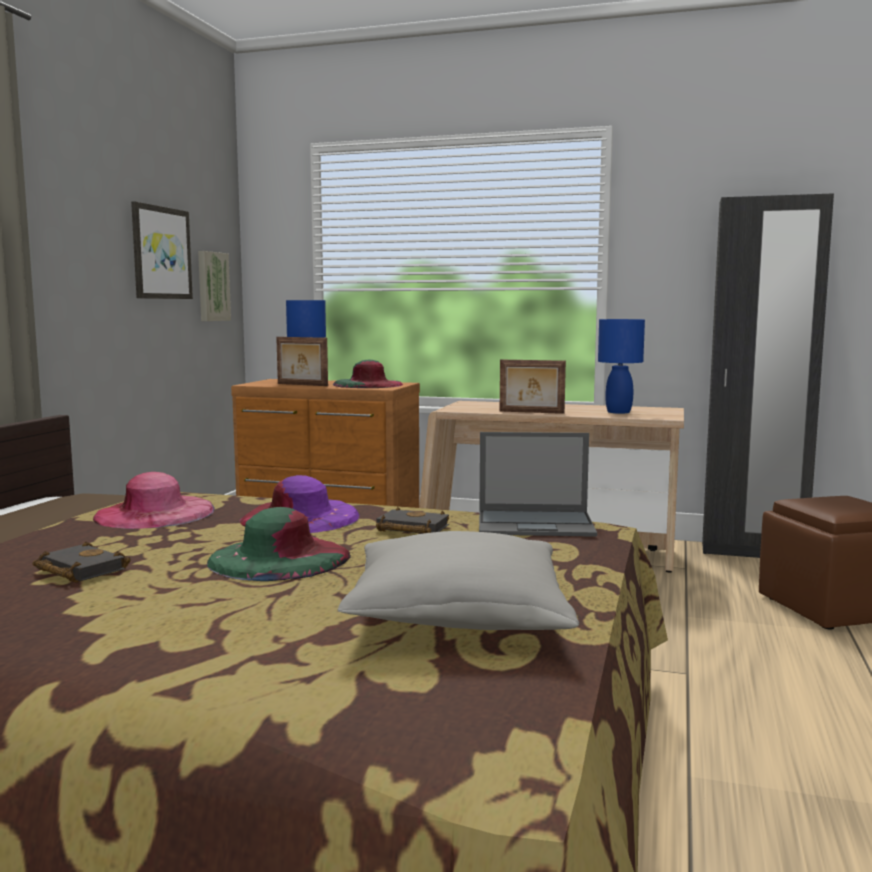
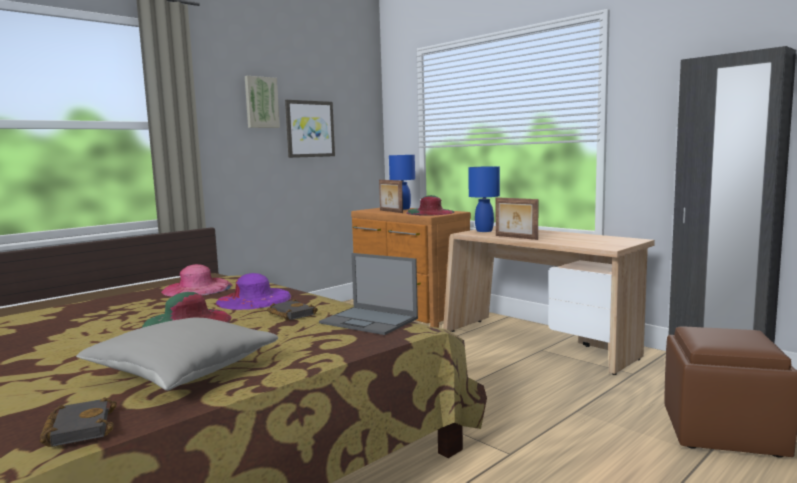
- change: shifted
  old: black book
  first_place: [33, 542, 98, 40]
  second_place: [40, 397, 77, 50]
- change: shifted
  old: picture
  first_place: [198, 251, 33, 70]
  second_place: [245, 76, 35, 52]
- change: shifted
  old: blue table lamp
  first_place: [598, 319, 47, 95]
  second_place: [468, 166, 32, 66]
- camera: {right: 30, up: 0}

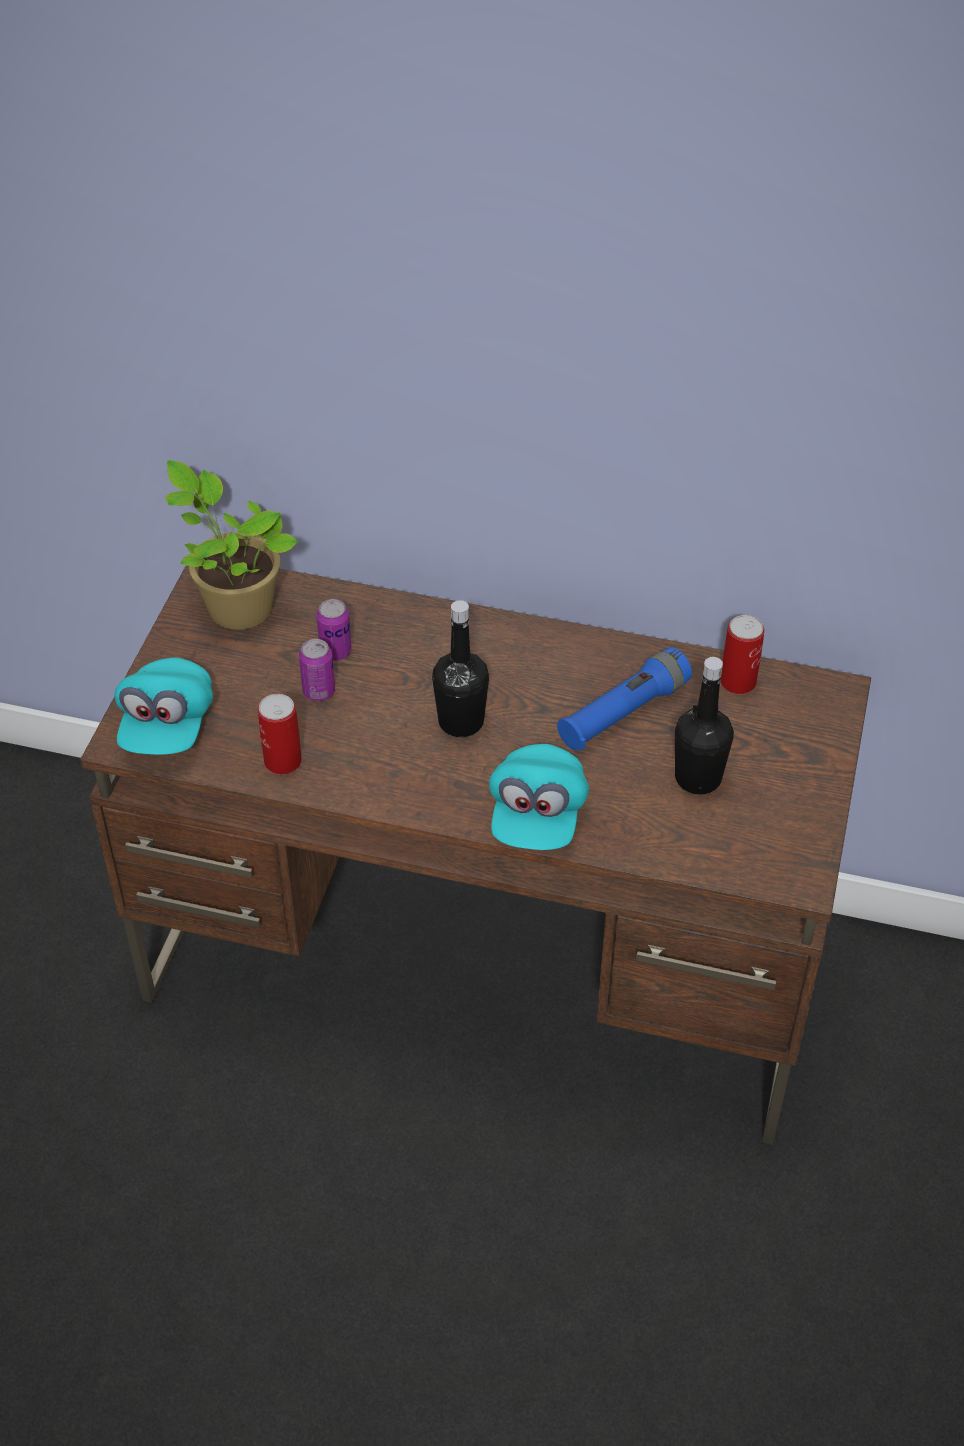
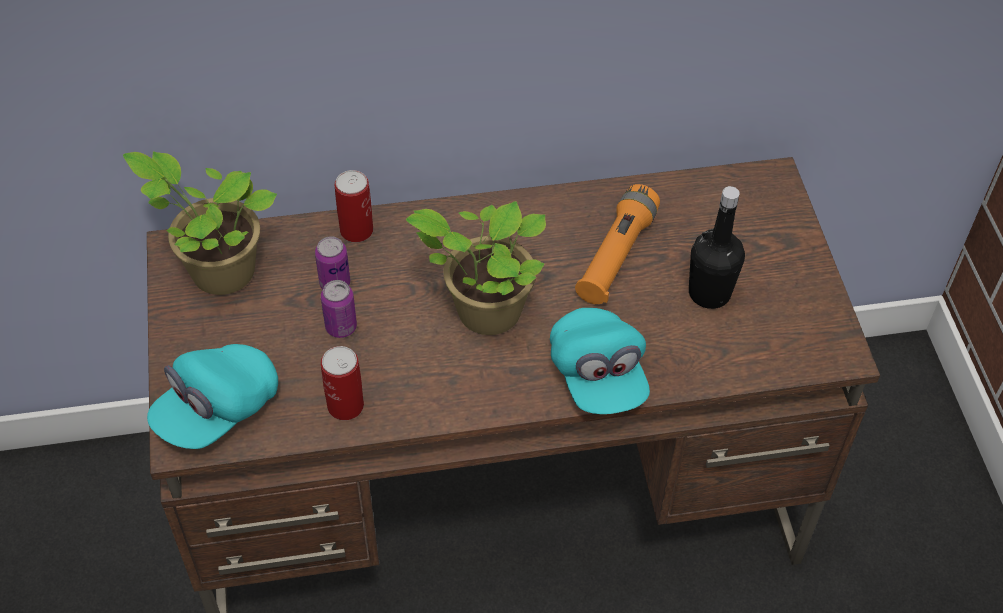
- change: rotated
  old: turquoise cap
  first_place: [114, 658, 99, 97]
  second_place: [147, 344, 131, 105]
  degrees: 60
- change: swapped
  old: black bottle
  new: potted plant
  first_place: [432, 600, 57, 137]
  second_place: [406, 201, 140, 134]
- change: repainted
  old: blue flashlight
  new: orange flashlight
  first_place: [557, 647, 135, 103]
  second_place: [575, 184, 85, 120]
- change: shifted
  old: can
  first_place: [721, 615, 43, 79]
  second_place: [335, 170, 38, 72]
- camera: {right: -25, up: 5}

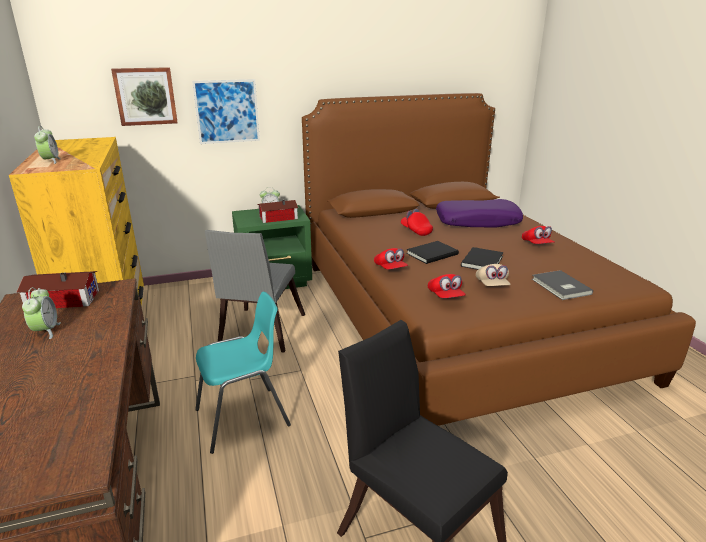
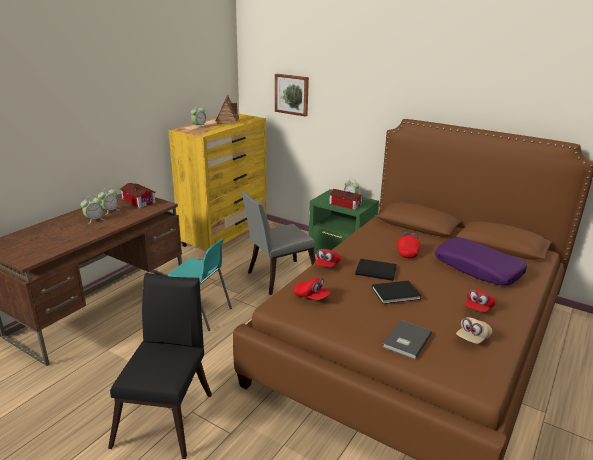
- change: gone
  old: picture
  first_place: [192, 79, 68, 65]
- change: rotated
  old: red cap
  first_place: [428, 274, 38, 24]
  second_place: [294, 278, 37, 22]
  degrees: -90
- change: shifted
  old: beige cap
  first_place: [476, 264, 35, 22]
  second_place: [456, 317, 36, 27]
- change: new
  new: alarm clock
  second_place: [81, 196, 24, 28]
- change: new
  new: toy house
  second_place: [215, 94, 25, 30]
- camera: {right: 50, up: 0}

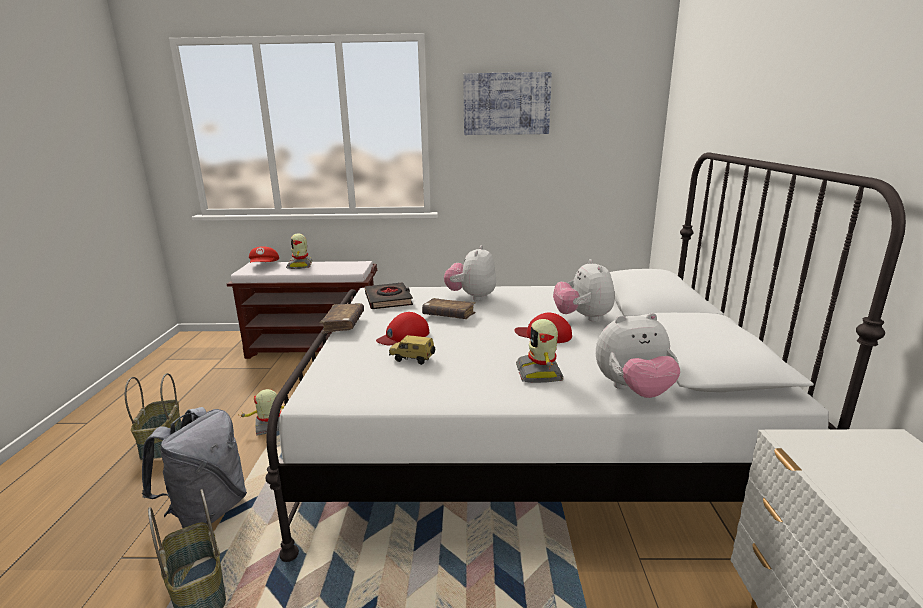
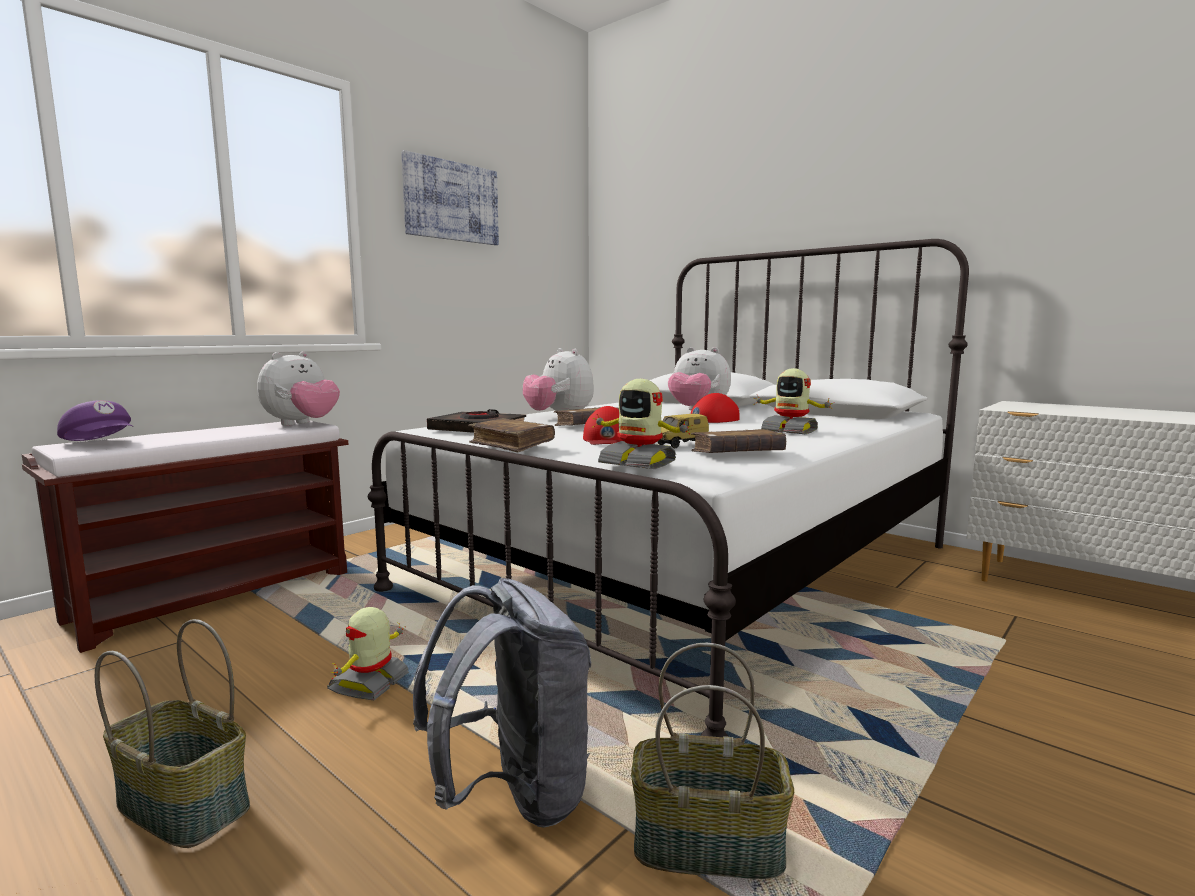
- change: repainted
  old: red cap
  new: purple cap
  first_place: [249, 246, 30, 17]
  second_place: [57, 400, 76, 41]
- change: shifted
  old: toy robot
  first_place: [286, 233, 27, 36]
  second_place: [592, 379, 101, 90]
- change: shifted
  old: plush toy
  first_place: [596, 313, 84, 85]
  second_place: [257, 352, 83, 74]
- change: new
  new: brown book
  second_place: [691, 429, 95, 24]
- camera: {right: -50, up: -10}

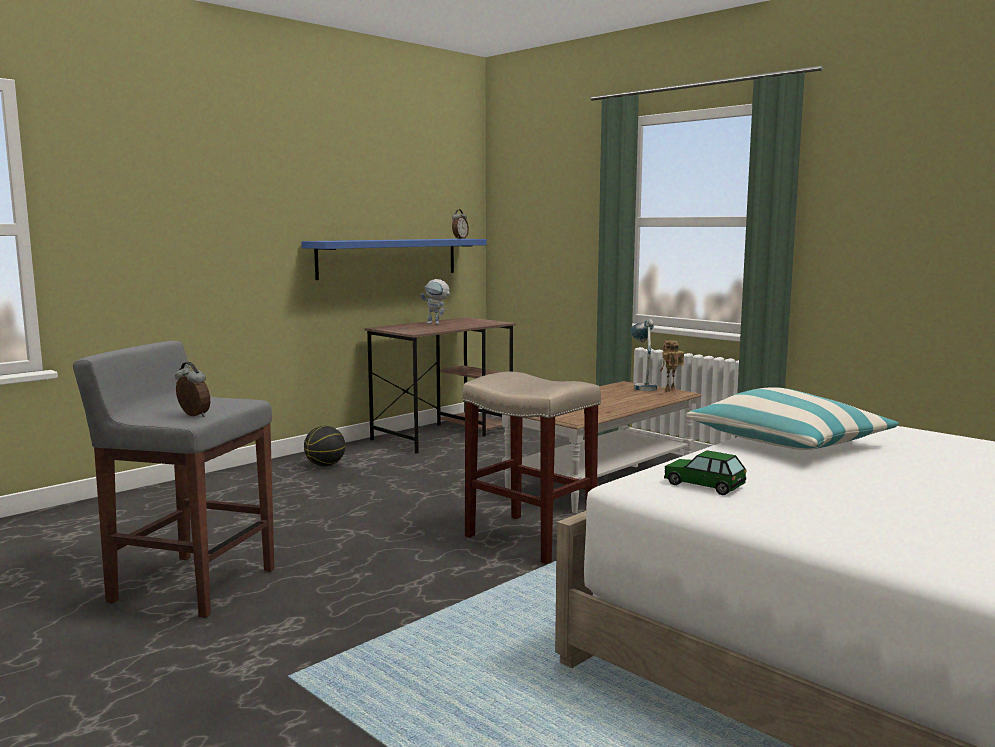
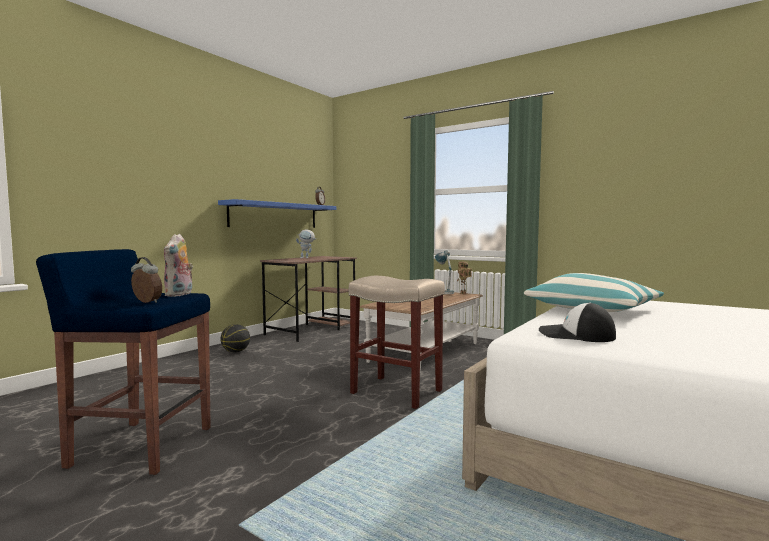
- change: repainted
  old: grey stool
  new: blue stool
  first_place: [73, 341, 201, 277]
  second_place: [36, 249, 175, 226]
- change: swapped
  old: toy car
  new: cap
  first_place: [664, 450, 83, 45]
  second_place: [539, 302, 77, 40]
- change: new
  new: plush toy
  second_place: [164, 234, 29, 63]
- camera: {right: -10, up: -5}

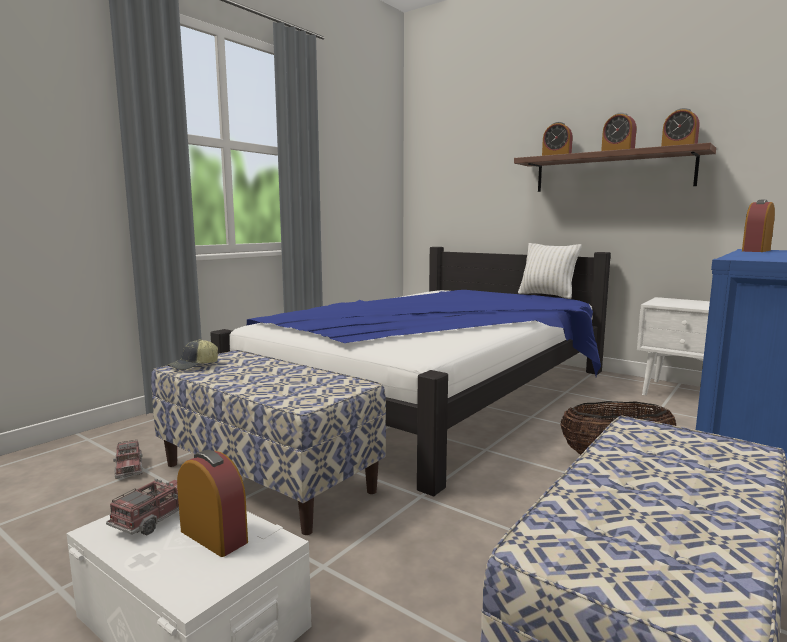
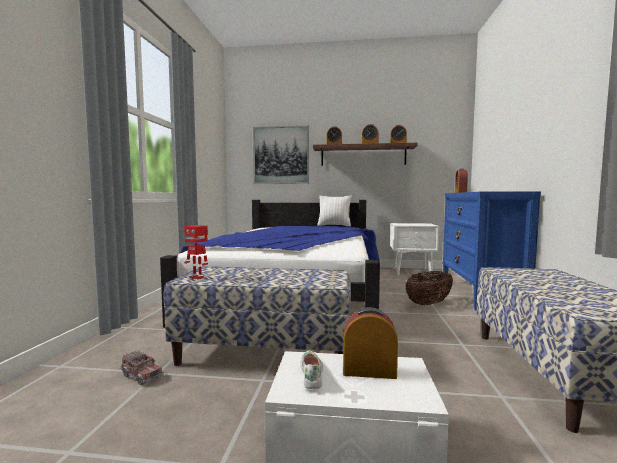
- change: swapped
  old: toy truck
  new: white shoe
  first_place: [106, 478, 73, 57]
  second_place: [300, 350, 23, 39]
- change: swapped
  old: cap
  new: toy robot
  first_place: [167, 339, 51, 31]
  second_place: [184, 225, 24, 54]
- change: new
  new: picture
  second_place: [253, 126, 56, 58]
- camera: {right: -30, up: -5}

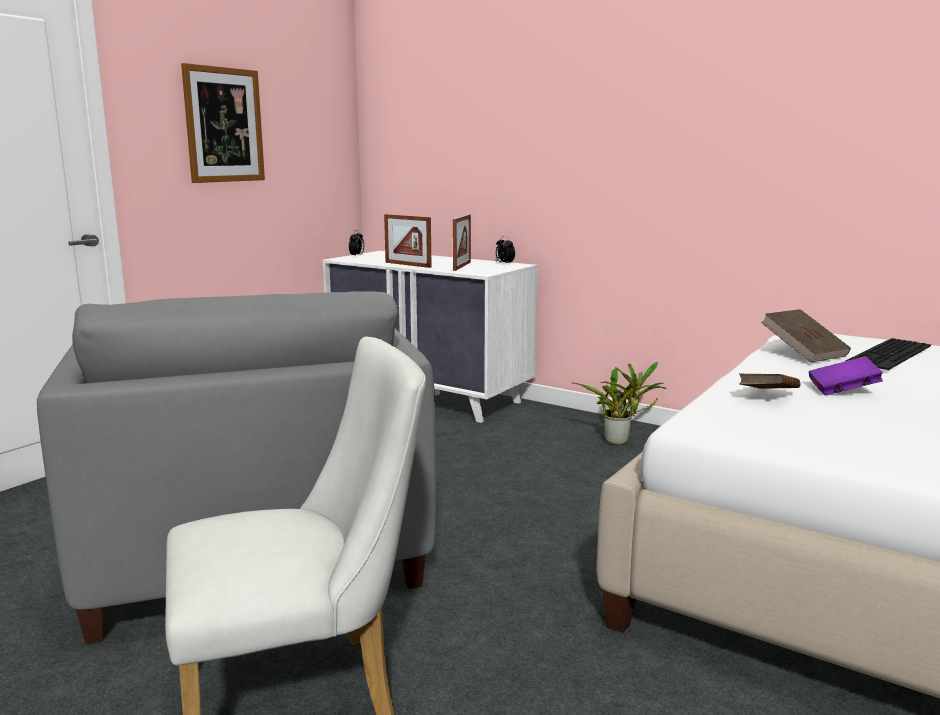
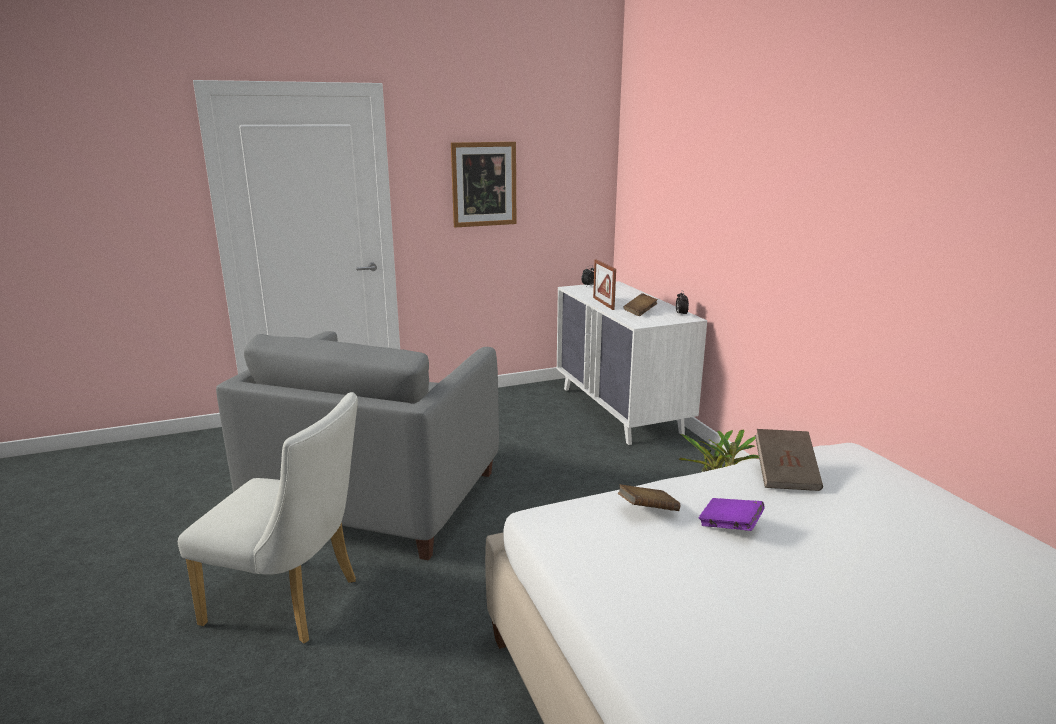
- change: swapped
  old: picture frame
  new: brown book
  first_place: [453, 214, 18, 57]
  second_place: [623, 293, 35, 23]
- change: gone
  old: keyboard
  first_place: [845, 338, 86, 32]
- camera: {right: 35, up: 5}

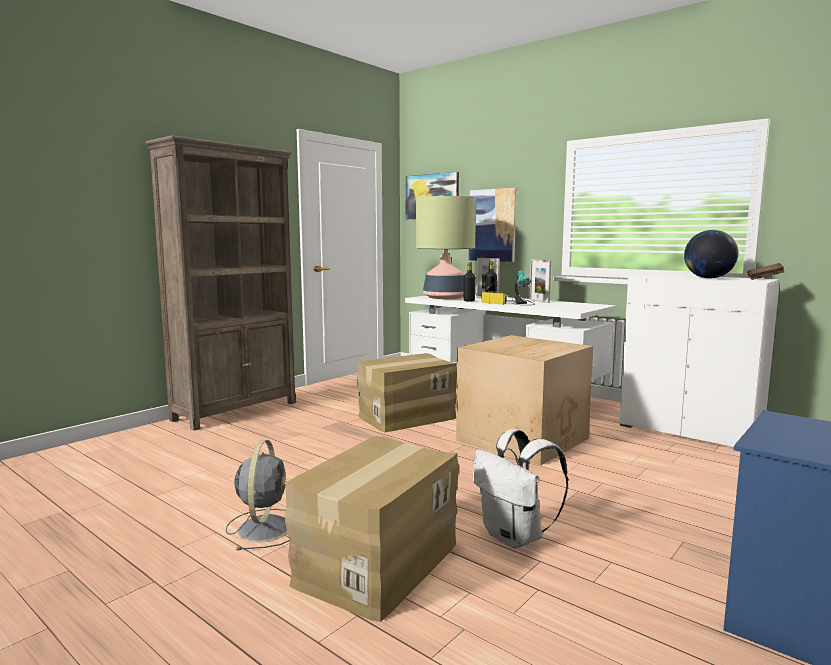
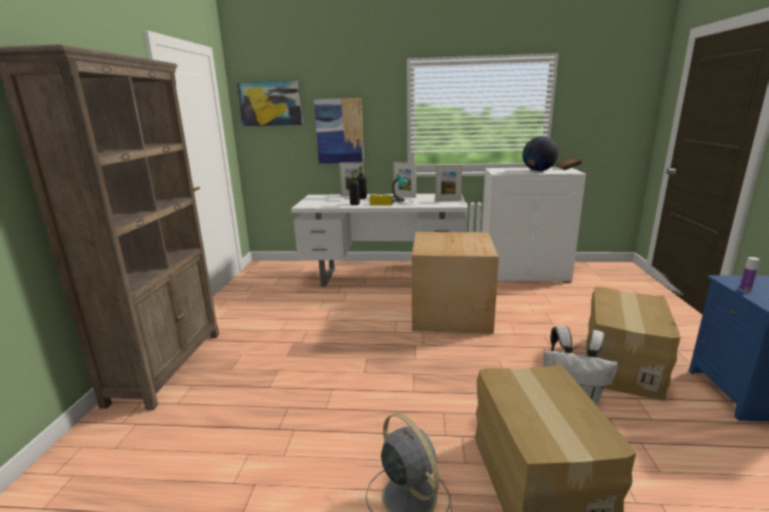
- change: shifted
  old: cardboard box
  first_place: [357, 353, 100, 79]
  second_place: [586, 287, 95, 114]
- change: gone
  old: table lamp
  first_place: [416, 196, 60, 103]
- change: new
  new: picture frame
  second_place: [435, 165, 27, 37]
- change: new
  new: bottle
  second_place: [739, 257, 21, 35]
- camera: {right: -35, up: 10}

